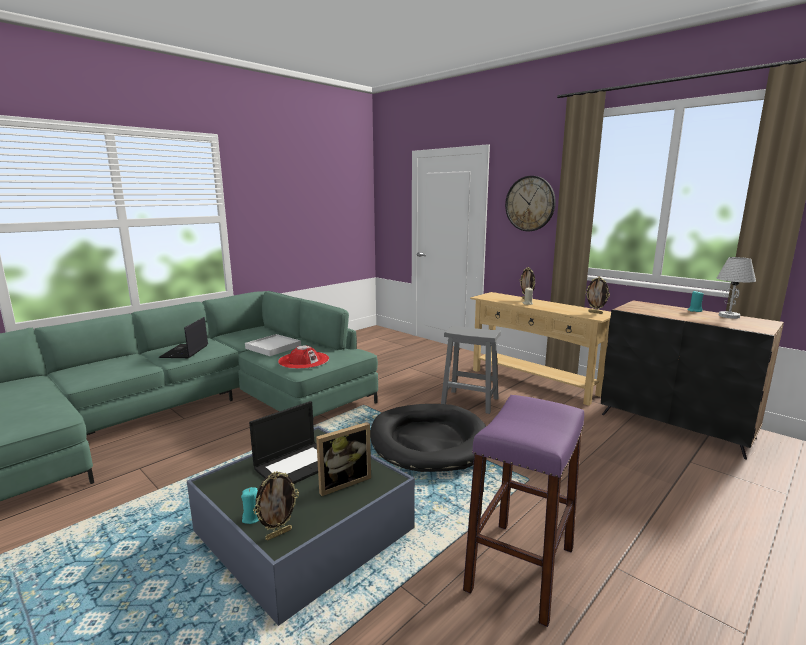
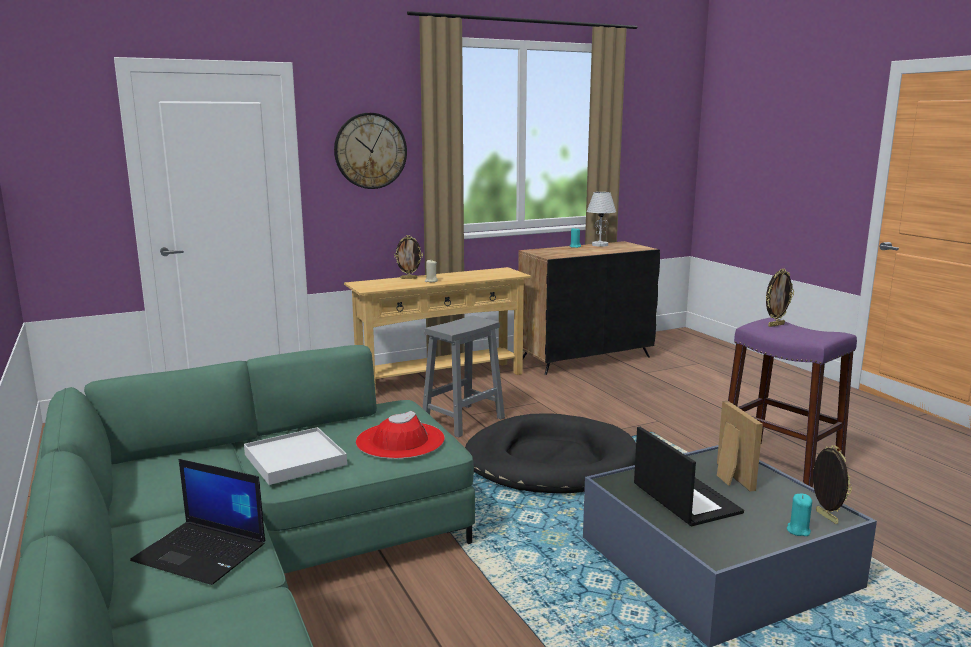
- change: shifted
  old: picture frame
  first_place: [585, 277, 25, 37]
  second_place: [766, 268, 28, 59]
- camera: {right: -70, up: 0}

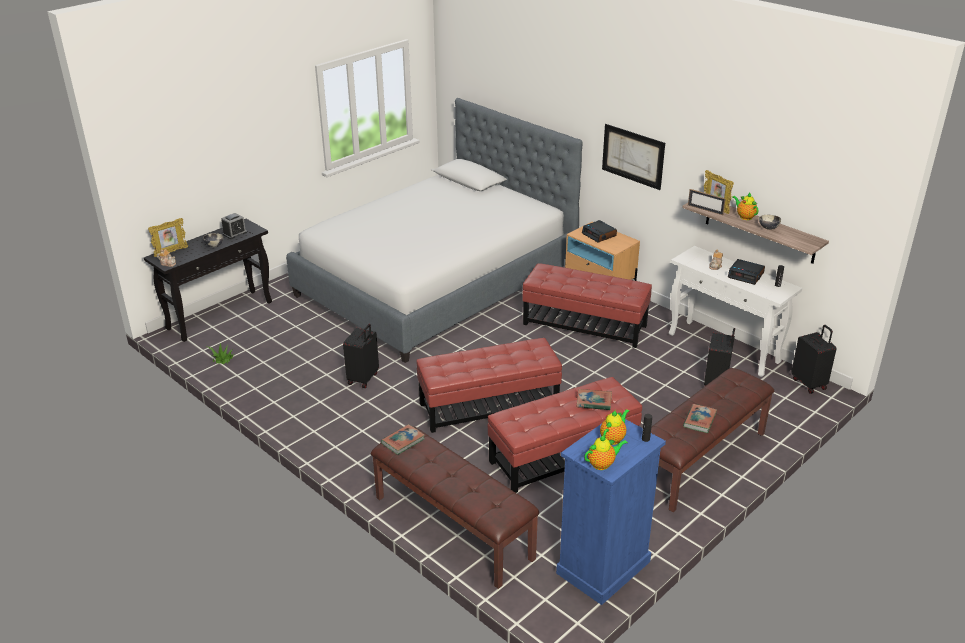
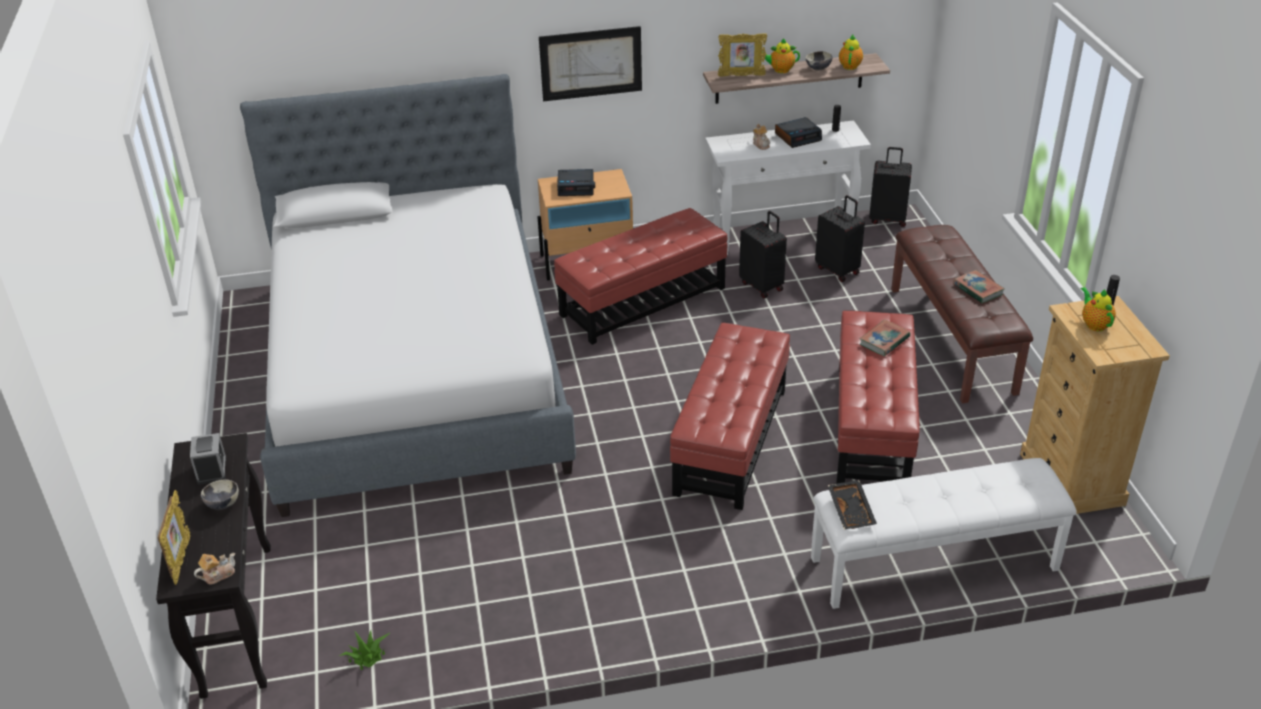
- change: shifted
  old: black suitcase
  first_place: [343, 324, 36, 64]
  second_place: [739, 211, 48, 87]
- change: repainted
  old: brown bench
  new: white bench
  first_place: [371, 426, 168, 163]
  second_place: [811, 458, 266, 151]
- change: swapped
  old: book
  new: black tray
  first_place: [381, 424, 44, 31]
  second_place: [828, 480, 49, 50]
- change: repainted
  old: blue dresser
  new: beige dresser
  first_place: [556, 419, 110, 186]
  second_place: [1020, 296, 150, 218]
- change: shifted
  old: teapot
  first_place: [584, 435, 44, 35]
  second_place: [839, 35, 24, 35]
- change: gone
  old: picture frame
  first_place: [688, 189, 38, 26]
- camera: {right: -55, up: 5}

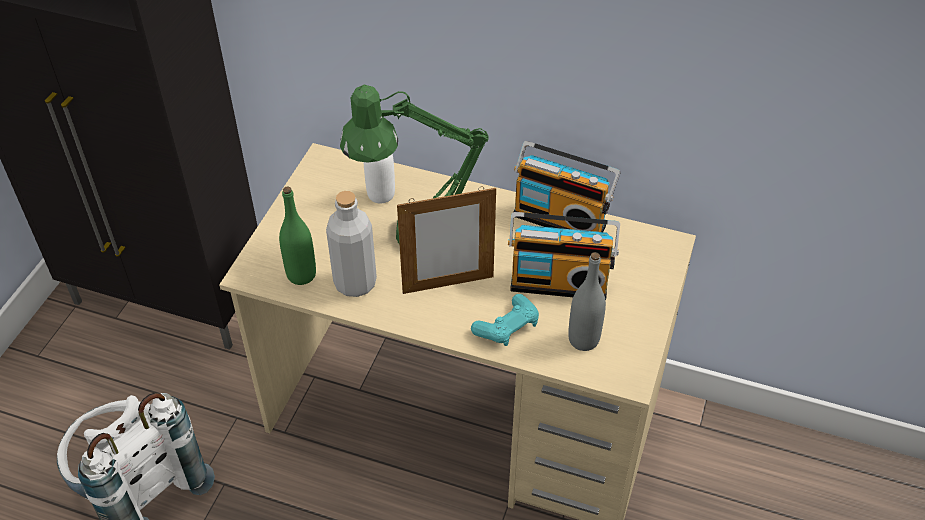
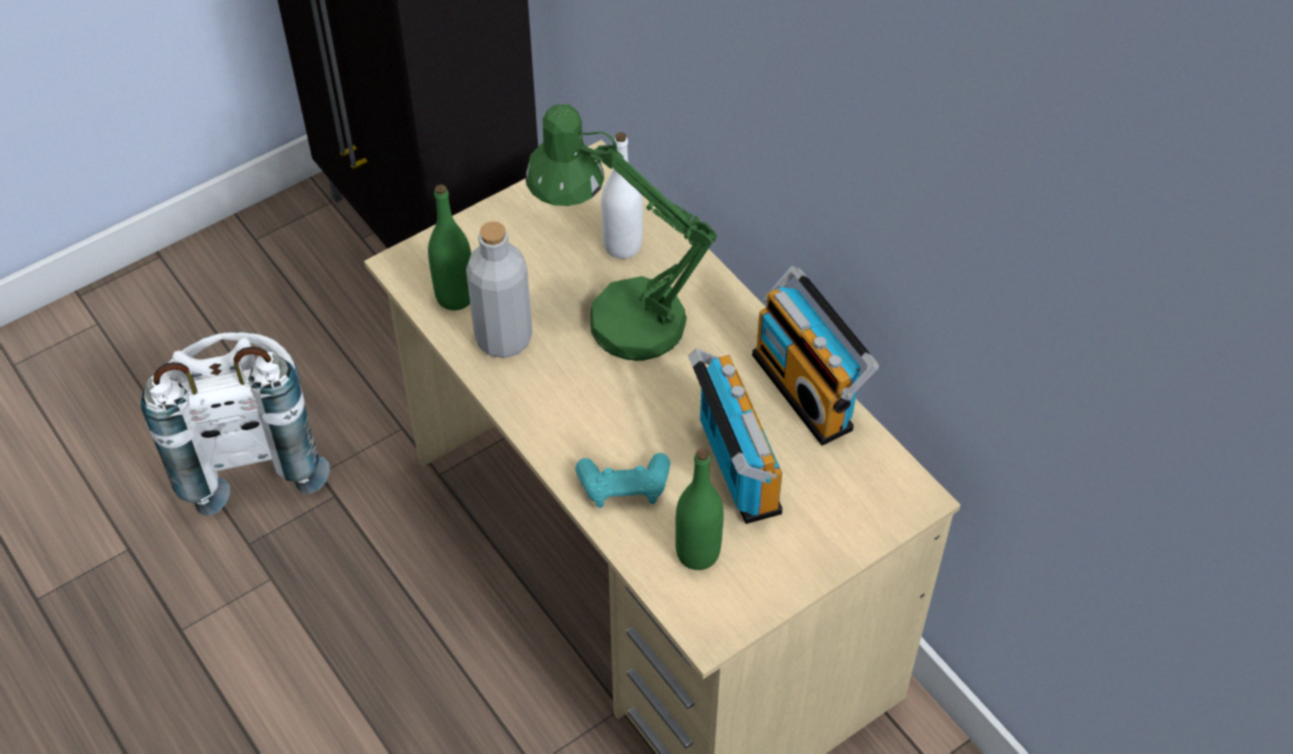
- change: gone
  old: picture frame
  first_place: [397, 187, 99, 107]
- change: rotated
  old: radio
  first_place: [508, 212, 112, 88]
  second_place: [688, 348, 95, 176]
  degrees: -150
- change: repainted
  old: grey bottle
  new: green bottle
  first_place: [568, 252, 38, 99]
  second_place: [675, 448, 49, 122]
- camera: {right: 35, up: 5}

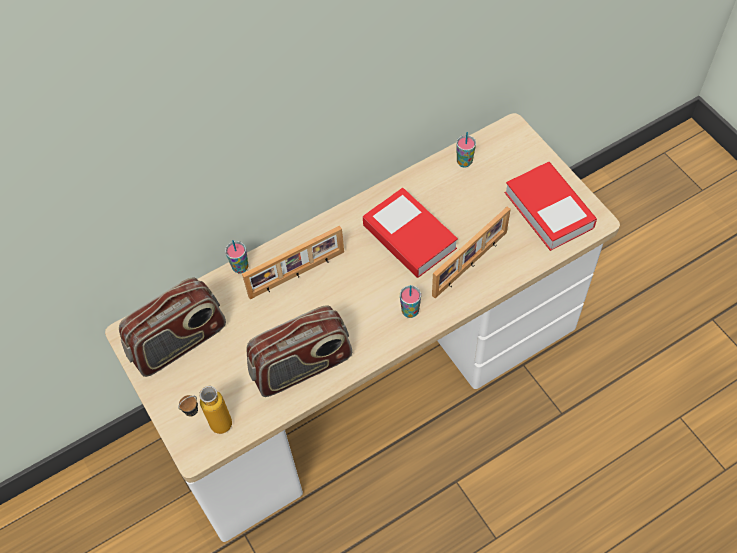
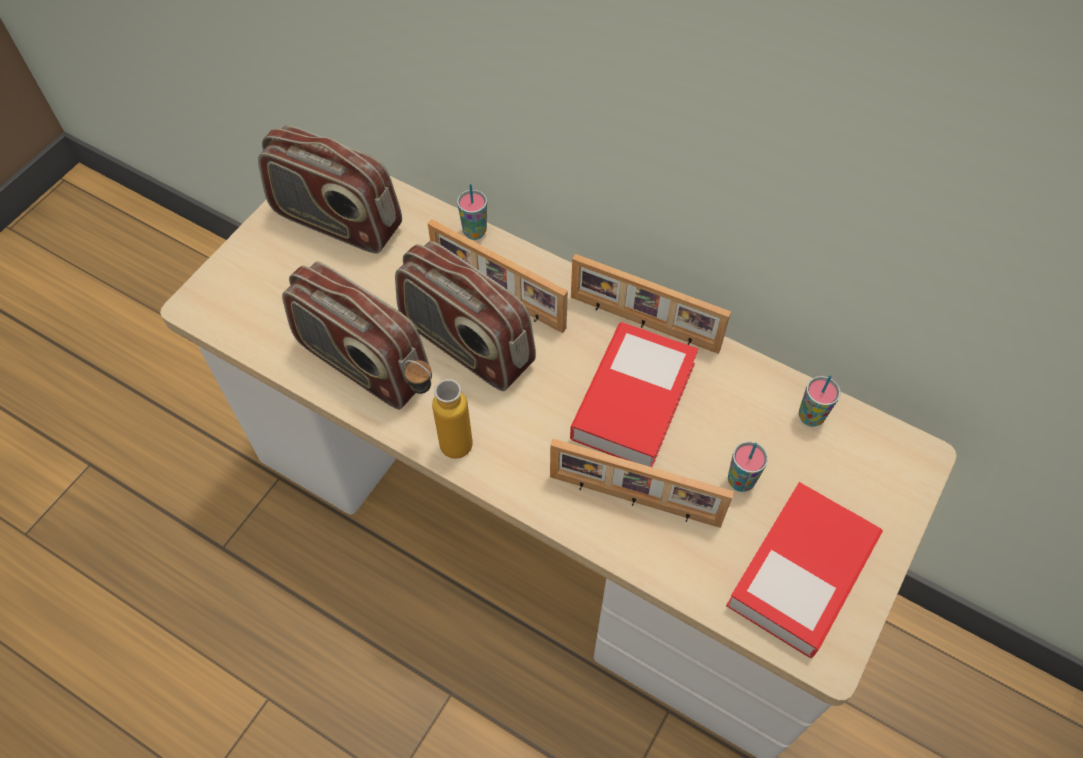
- change: shifted
  old: bottle
  first_place: [178, 386, 54, 48]
  second_place: [404, 360, 69, 99]
- change: shifted
  old: cup
  first_place: [400, 285, 21, 33]
  second_place: [728, 441, 40, 51]
- change: new
  new: radio
  second_place: [395, 241, 141, 150]
- change: new
  new: picture frame
  second_place: [571, 254, 160, 100]
- camera: {right: 60, up: 0}

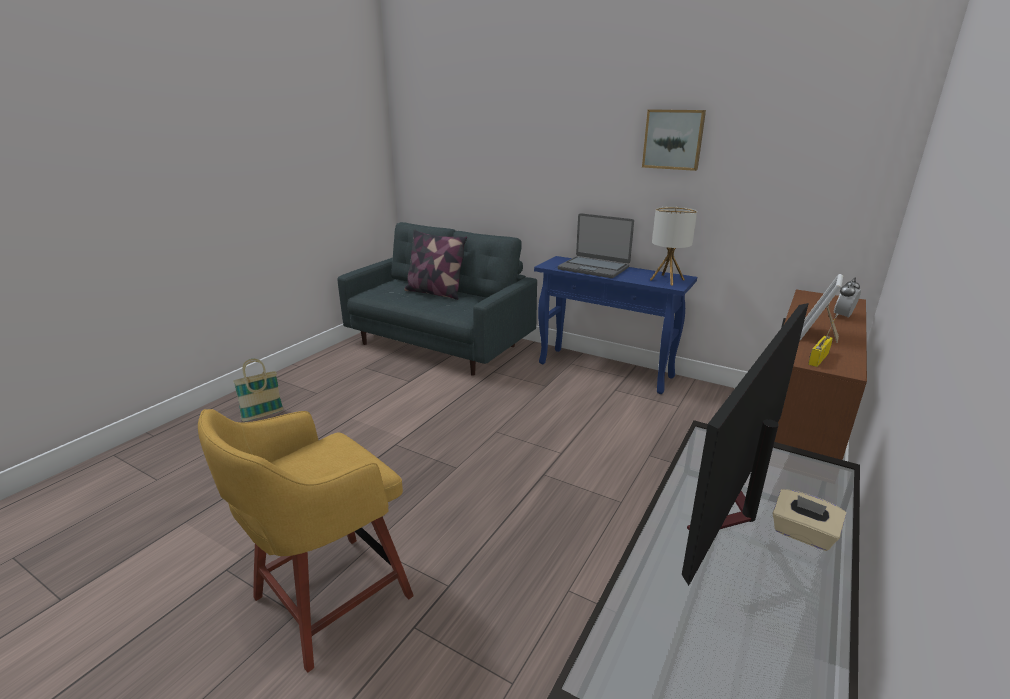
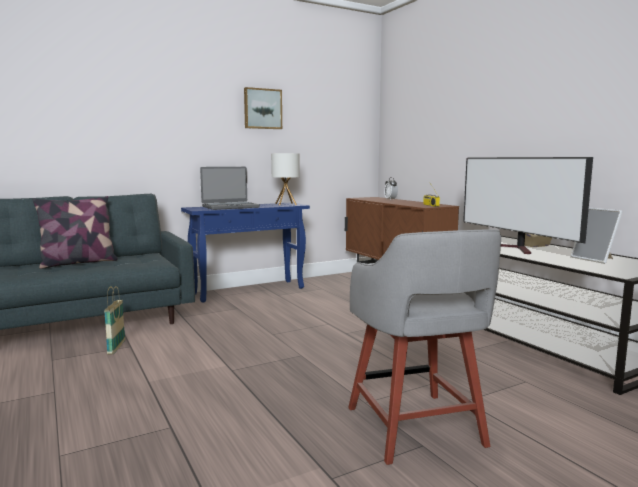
- change: repainted
  old: yellow stool
  new: grey stool
  first_place: [198, 409, 216, 264]
  second_place: [348, 230, 153, 235]
- change: shifted
  old: basket
  first_place: [233, 359, 51, 62]
  second_place: [104, 286, 21, 68]
- change: shifted
  old: picture frame
  first_place: [800, 274, 43, 69]
  second_place: [571, 208, 52, 55]
- camera: {right: -60, up: -15}

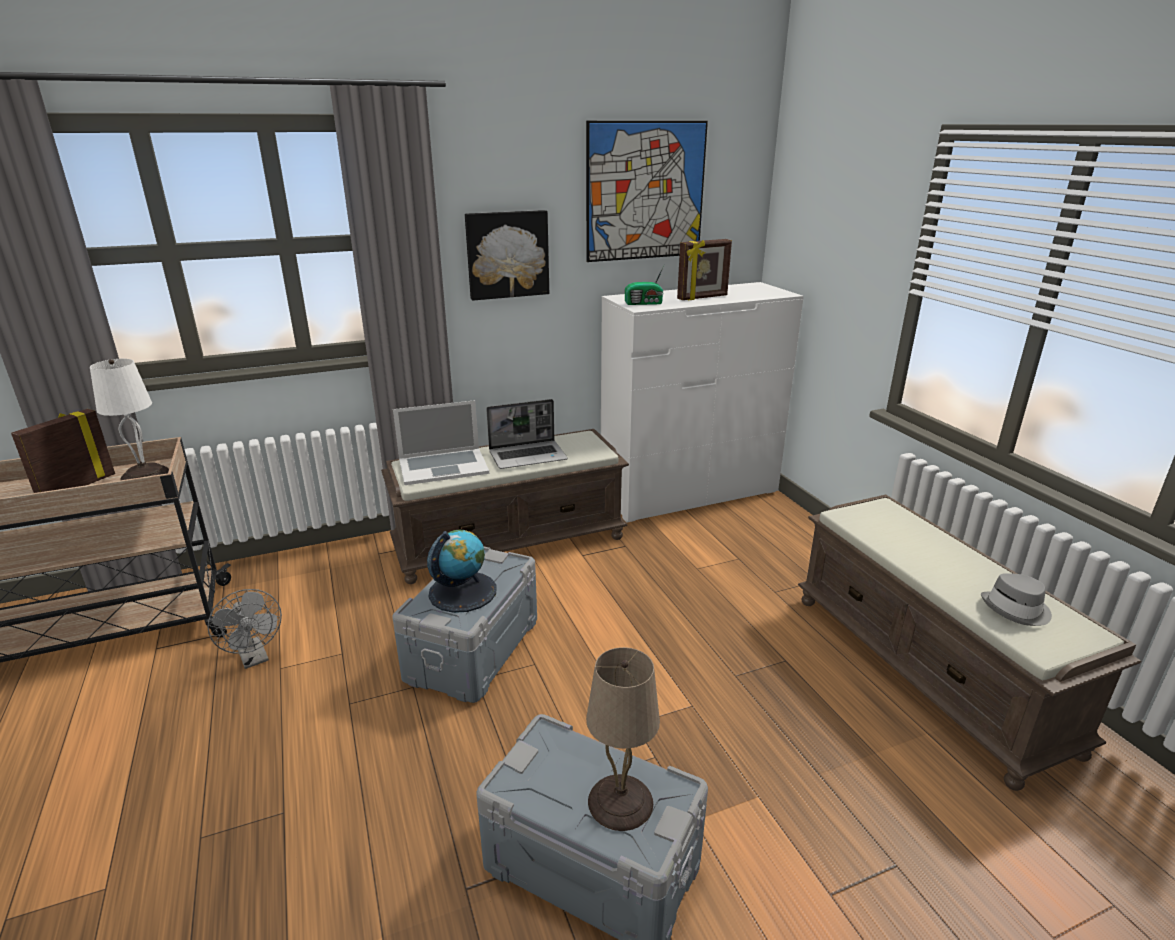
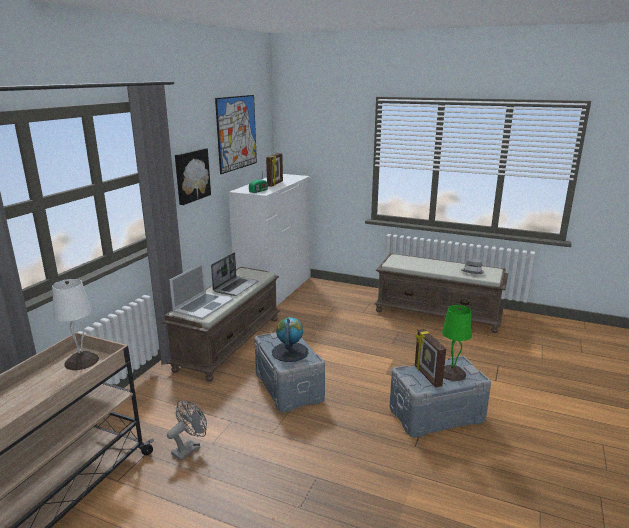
- change: shifted
  old: picture frame
  first_place: [11, 409, 104, 84]
  second_place: [415, 329, 31, 59]
- change: rotated
  old: grey fan
  first_place: [207, 589, 75, 80]
  second_place: [167, 400, 40, 61]
  degrees: -60
- change: repainted
  old: beige table lamp
  new: green table lamp
  first_place: [586, 647, 74, 184]
  second_place: [442, 305, 30, 76]
- camera: {right: -45, up: -5}

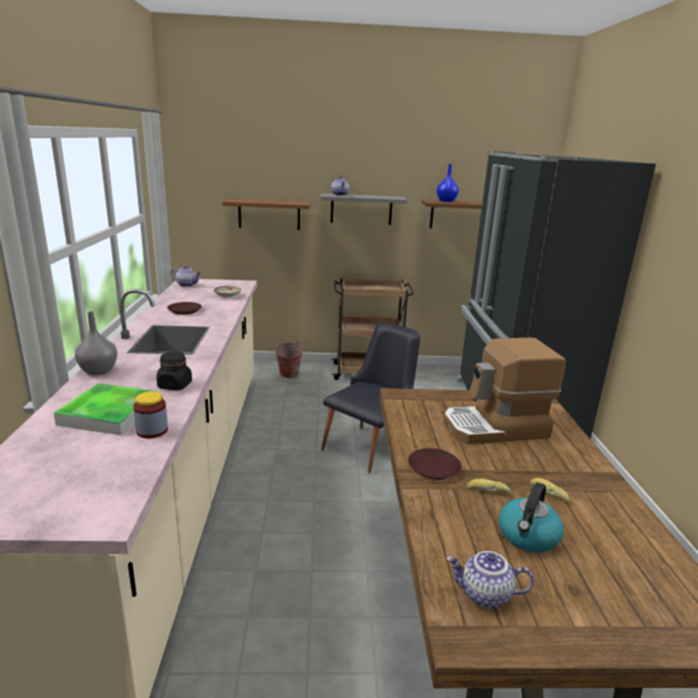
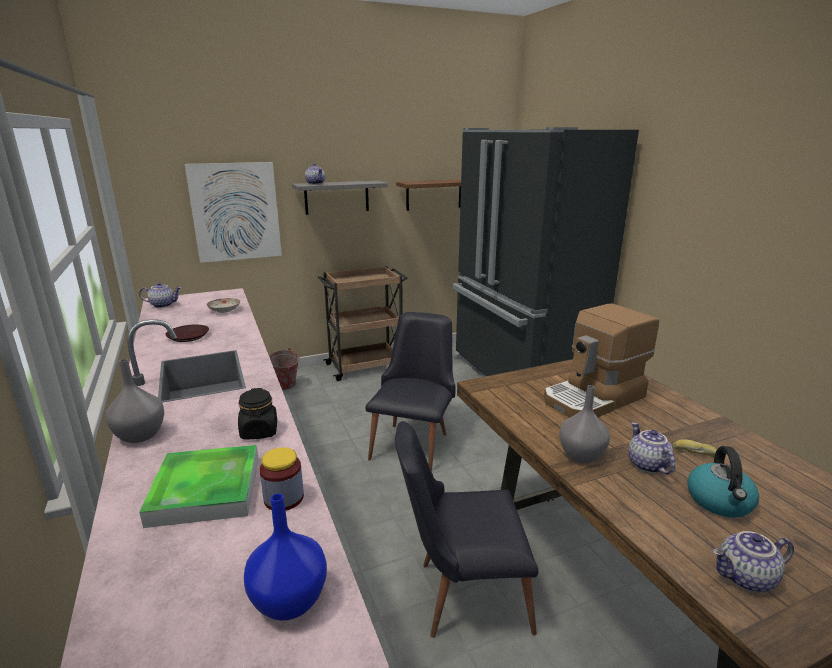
- change: swapped
  old: brown shelf
  new: picture
  first_place: [222, 199, 89, 31]
  second_place: [185, 162, 97, 101]
- change: swapped
  old: brown plate
  new: grey vase
  first_place: [408, 448, 53, 32]
  second_place: [559, 385, 51, 78]
- change: shifted
  old: blue vase
  first_place: [436, 164, 23, 38]
  second_place: [244, 493, 83, 128]
- change: swapped
  old: bread
  new: teapot
  first_place: [467, 479, 44, 15]
  second_place: [628, 422, 47, 52]
- change: new
  new: black chair
  second_place: [395, 421, 143, 217]
- camera: {right: -20, up: 0}

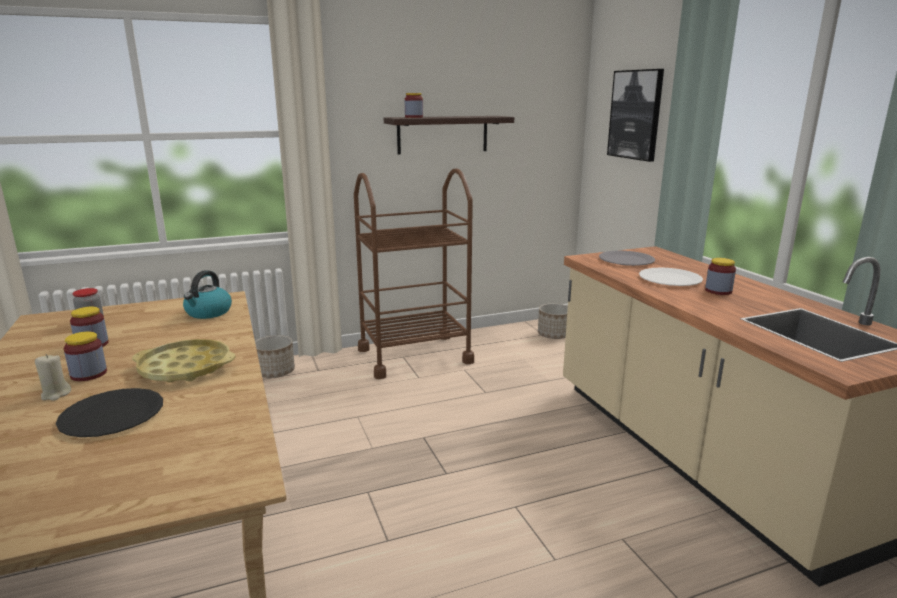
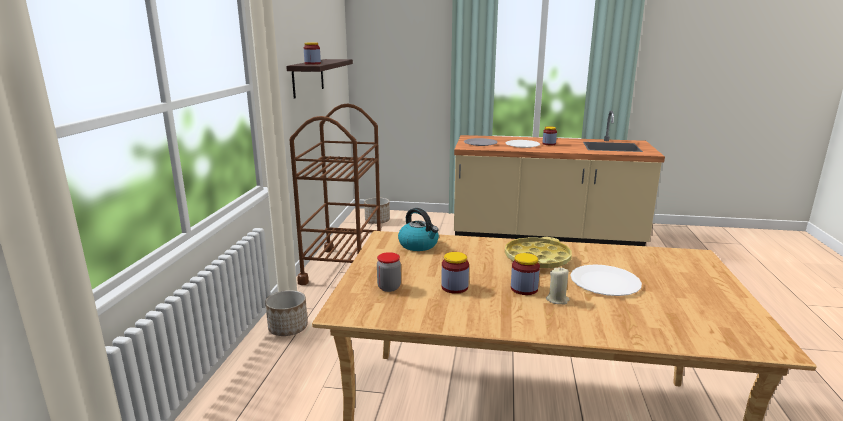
- change: repainted
  old: black plate
  new: white plate
  first_place: [56, 388, 107, 49]
  second_place: [570, 264, 72, 32]
- change: gone
  old: picture
  first_place: [607, 69, 57, 93]
- camera: {right: -60, up: 0}

